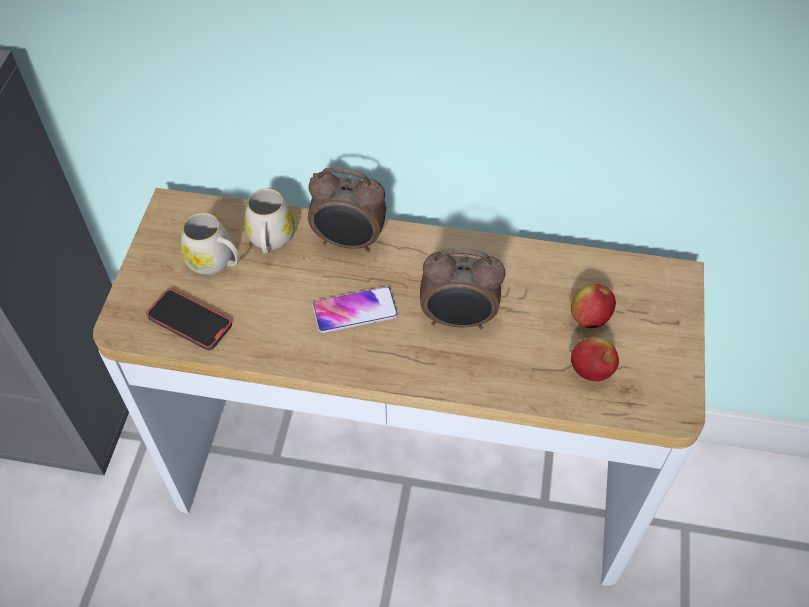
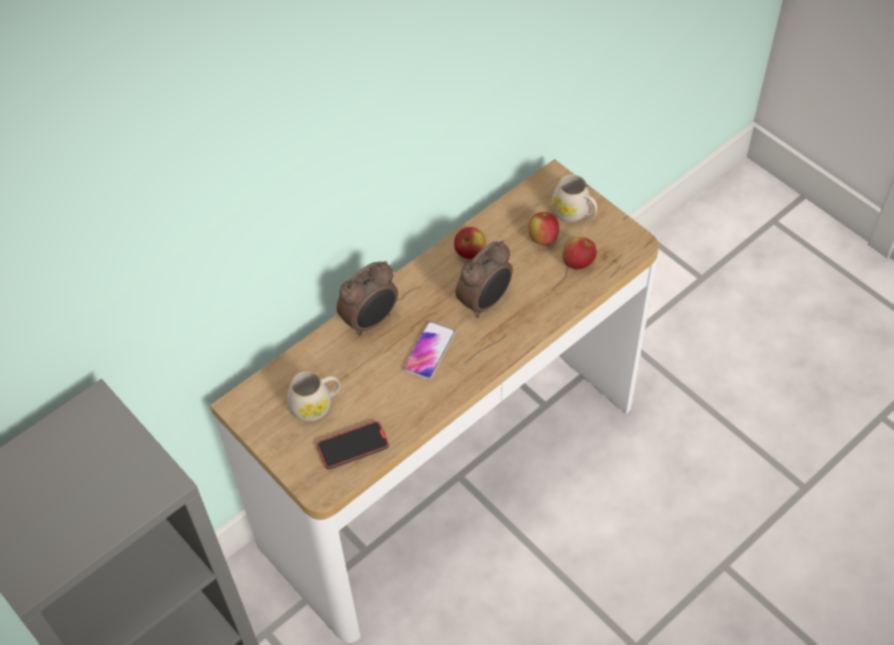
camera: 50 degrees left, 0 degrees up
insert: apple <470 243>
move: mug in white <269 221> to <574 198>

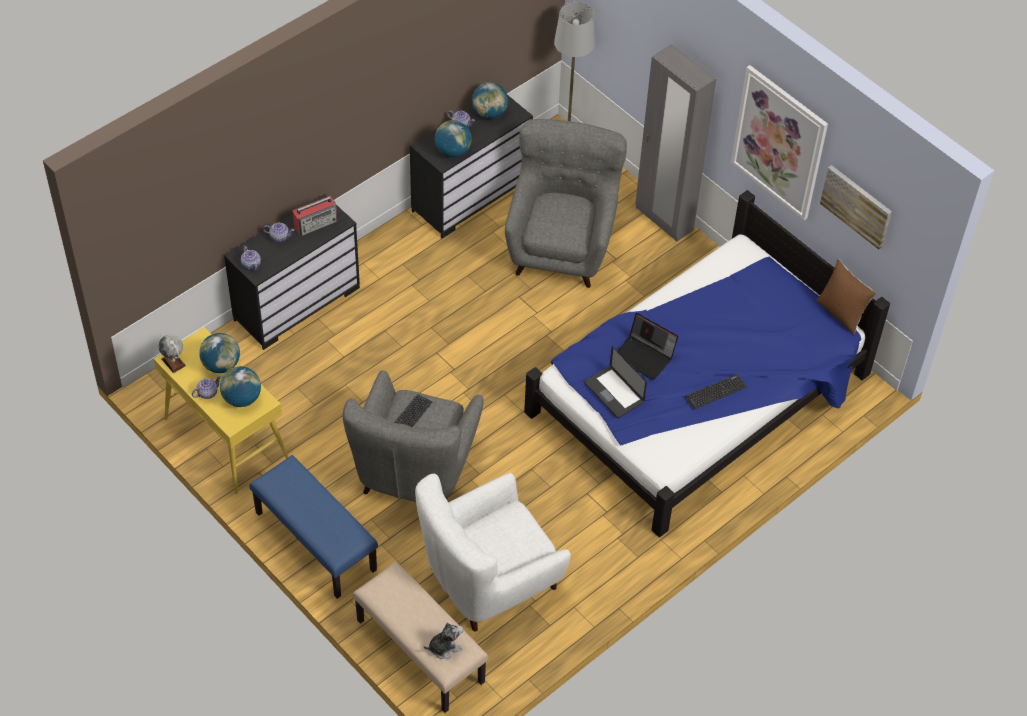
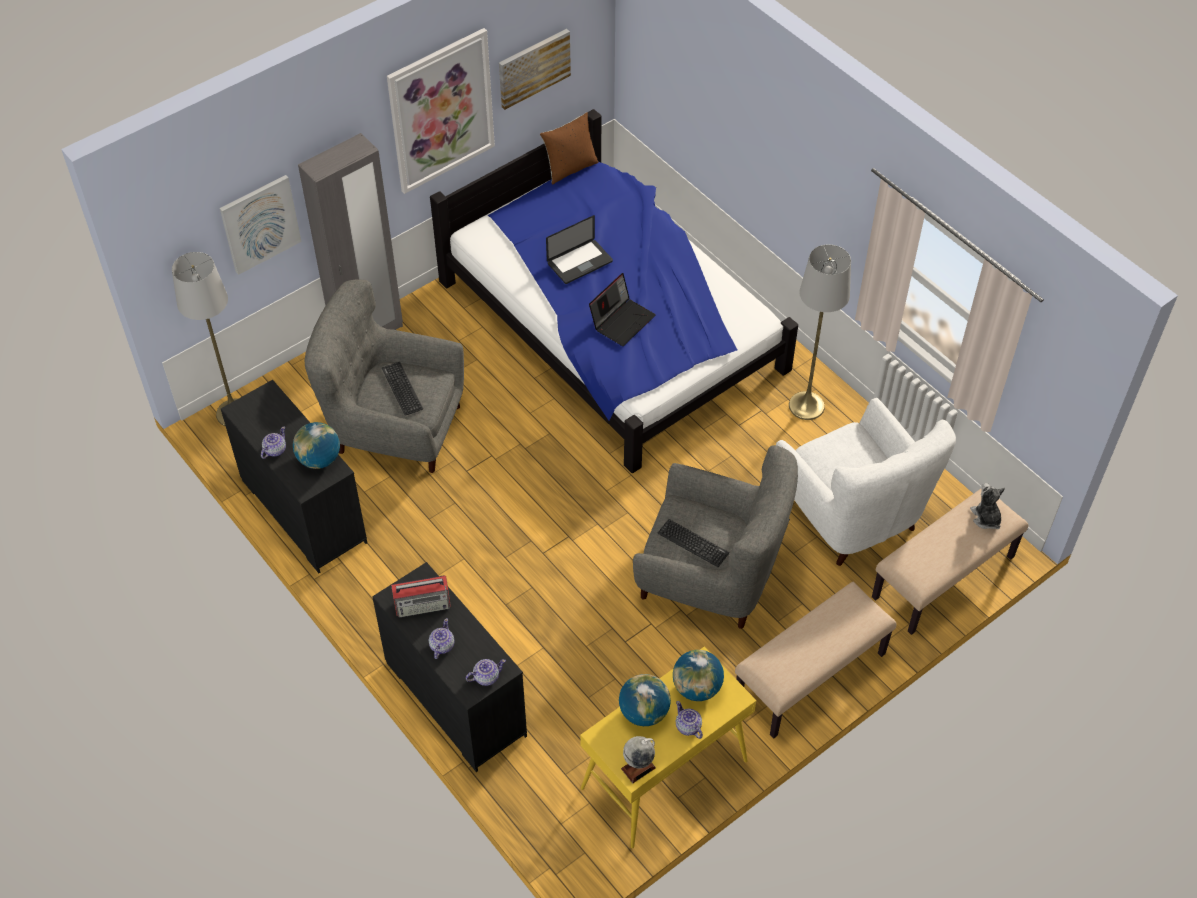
camera: 85 degrees left, 0 degrees up
delete: globe <490 100>
insert: picture <260 225>; floor lamp in grey <820 332>
move: keyboard <716 392> to <402 389>; laptop <616 382> to <579 249>
recolor: bench in blue <313 527> to bench in beige <816 660>
rotate: radio <314 216> = <421 597> 105 degrees clockwise

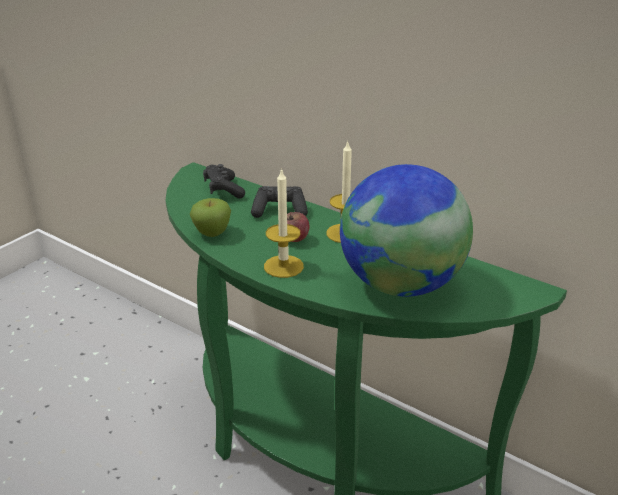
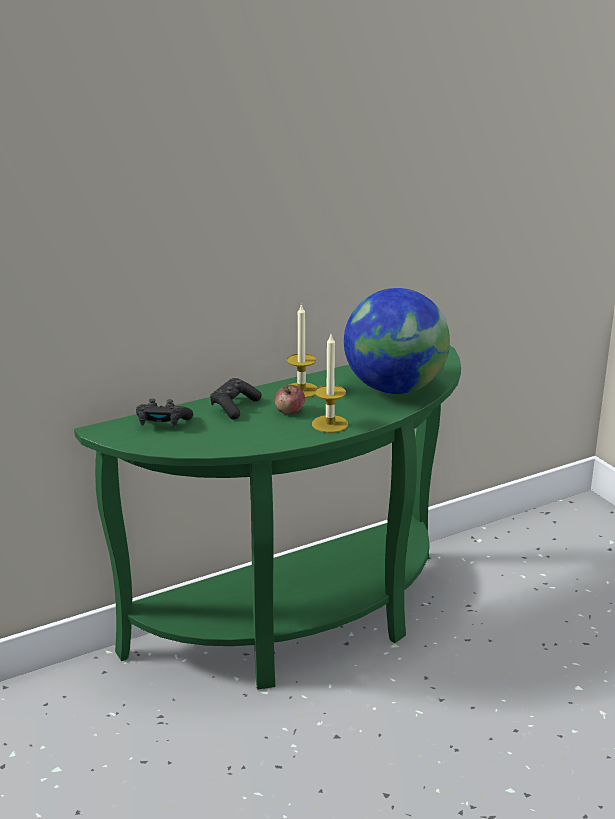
camera: 65 degrees left, 5 degrees down
delete: apple <210 217>

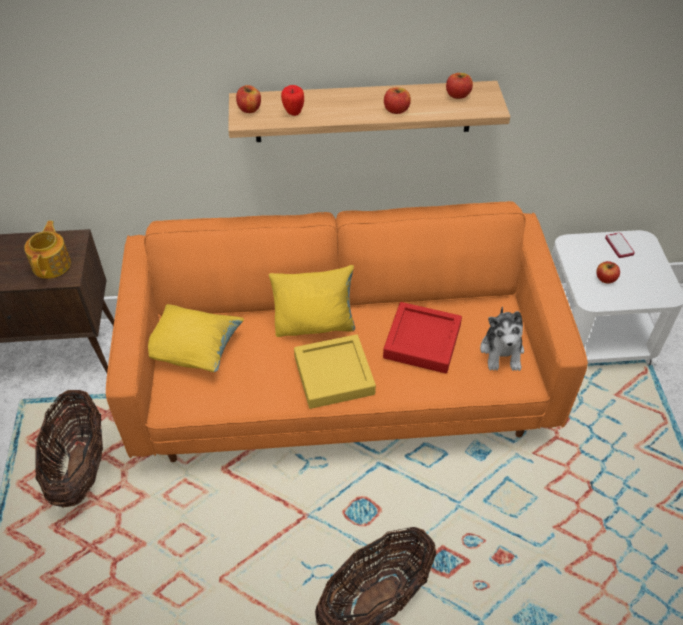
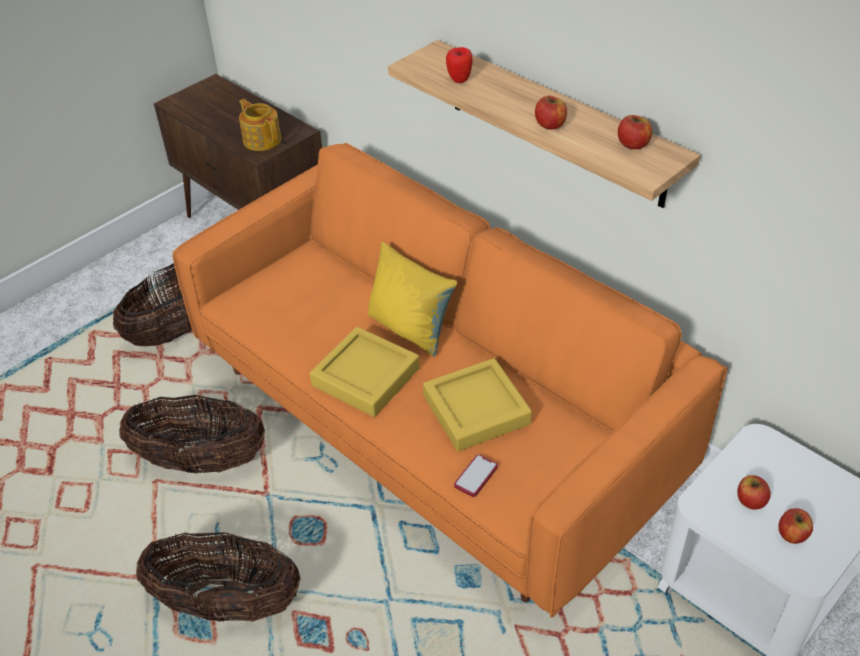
camera: 50 degrees right, 5 degrees down
delete: pillow in yellow <196 338>; plush toy <502 338>
insert: basket <192 433>
move: phone <620 245> to <476 475>; apple <248 99> to <795 526>
recolor: tray in red <422 338> to tray in yellow <477 404>
rotate: teapot <47 250> = <260 125> 90 degrees counterclockwise

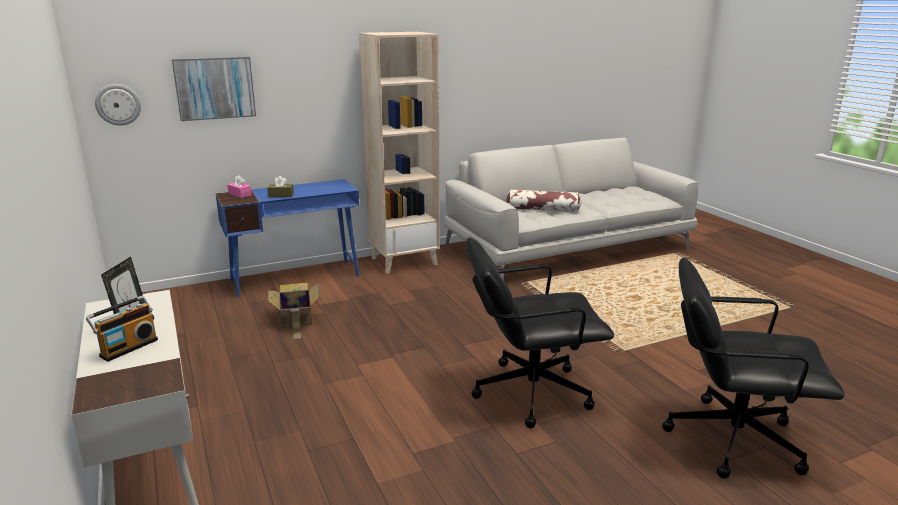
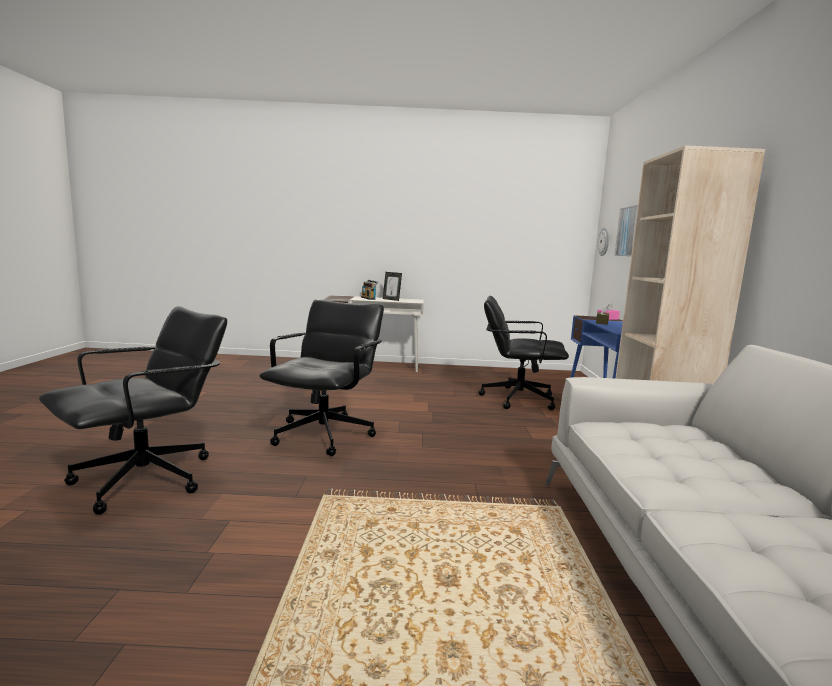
camera: 115 degrees right, 10 degrees down
delete: pillow <544 200>
replace: cardboard box <294 311> to office chair in black <523 353>

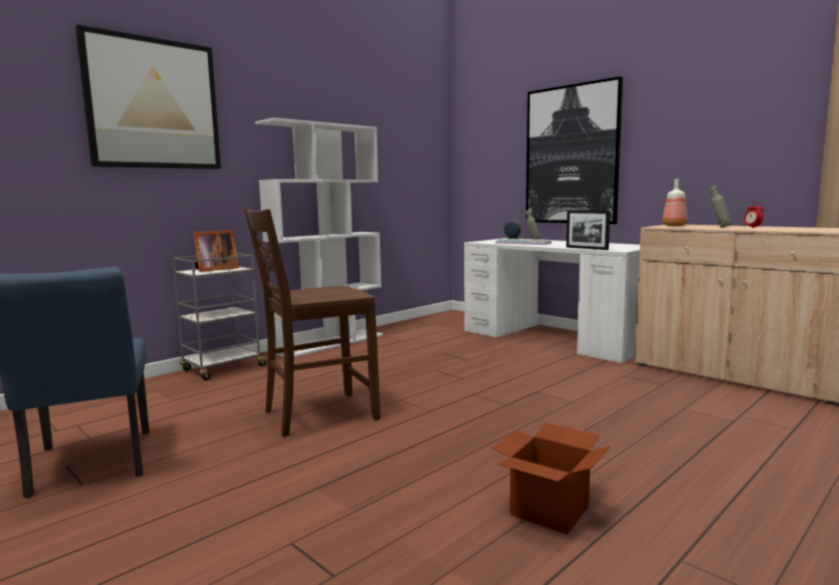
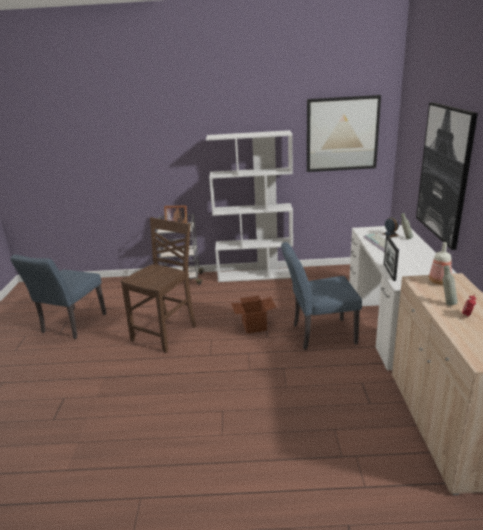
camera: 45 degrees right, 15 degrees up
insert: chair in blue <321 296>
move: cardboard box <550 478> to <253 315>; picture <148 97> to <344 133>
rotate: chair in brown <312 322> = <158 285> 105 degrees clockwise

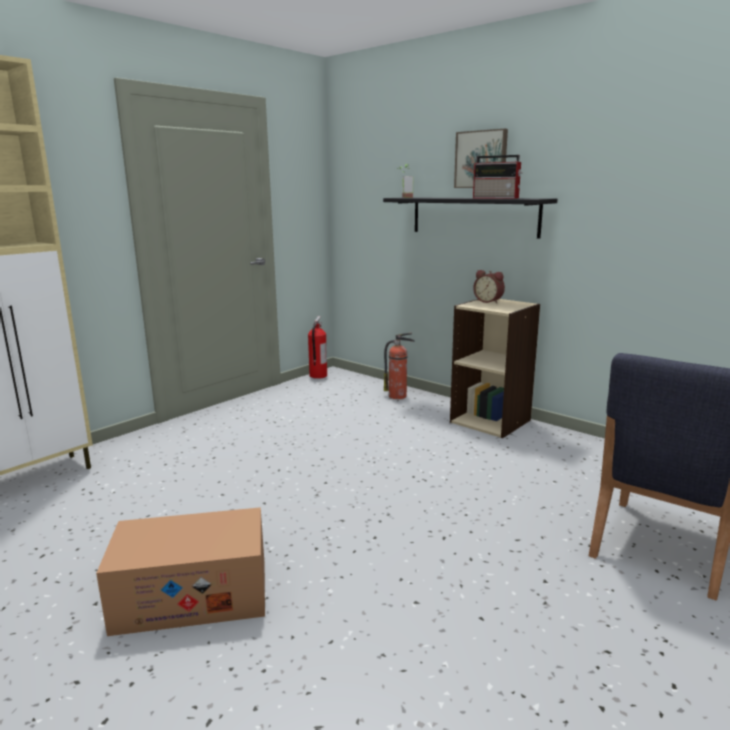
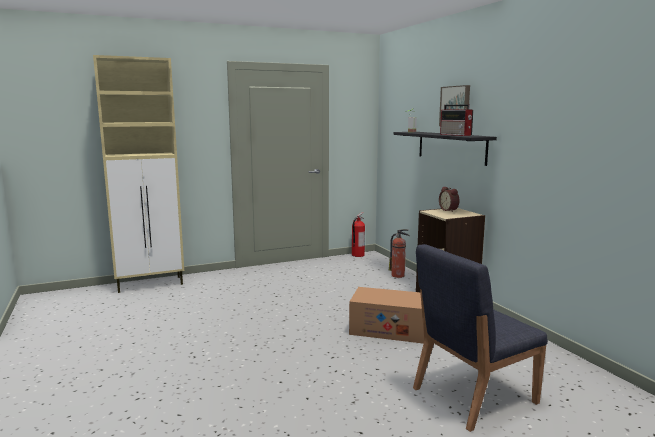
camera: 25 degrees right, 5 degrees down
move: cardboard box <180 571> to <386 315>

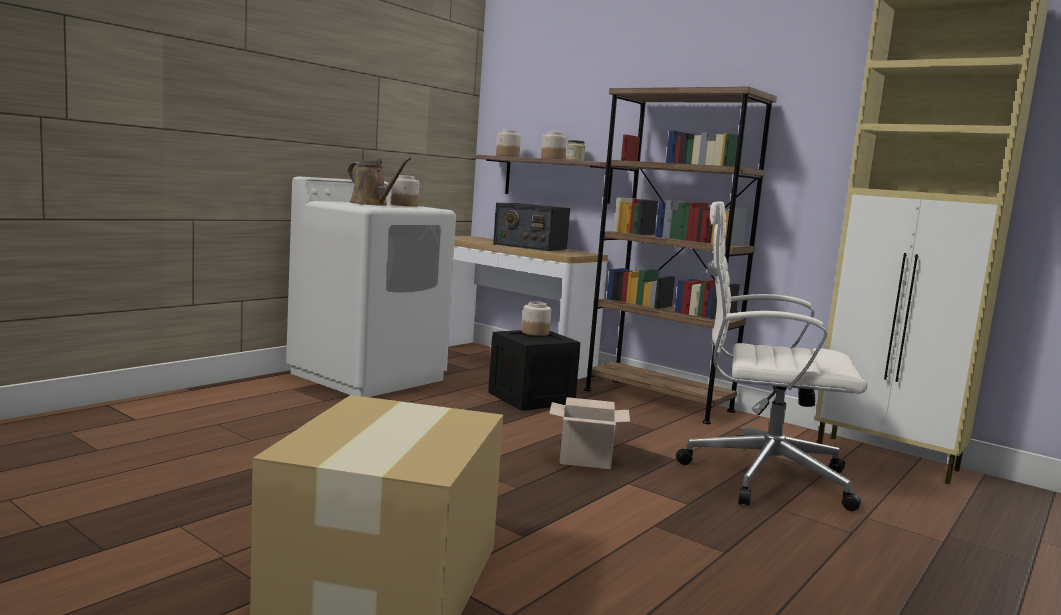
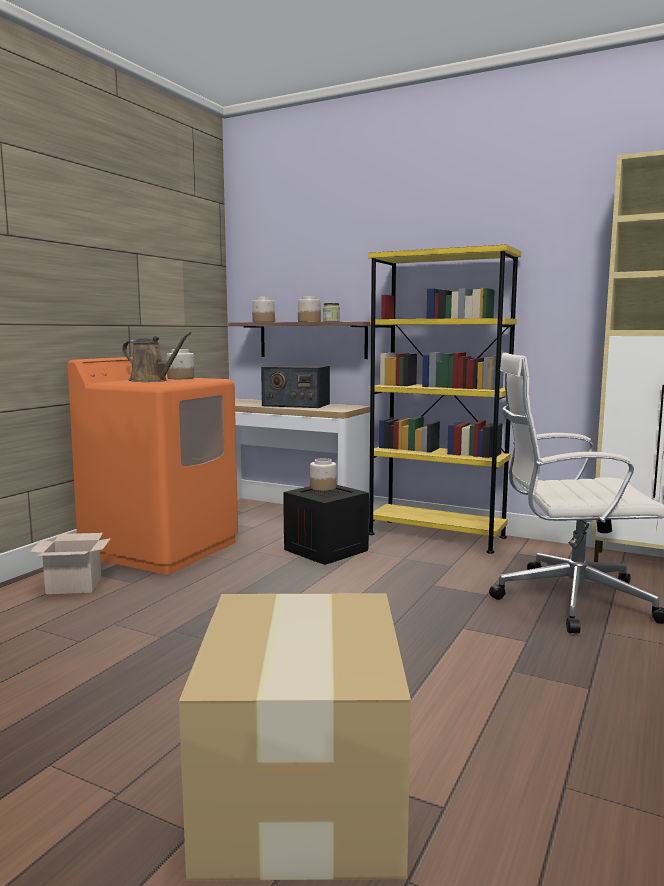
camera: 10 degrees left, 0 degrees up
move: cardboard box <589 433> to <70 563>
recolor: washing machine in white <371 286> to washing machine in orange <152 466>; bookcase in brown <680 255> to bookcase in yellow <444 399>

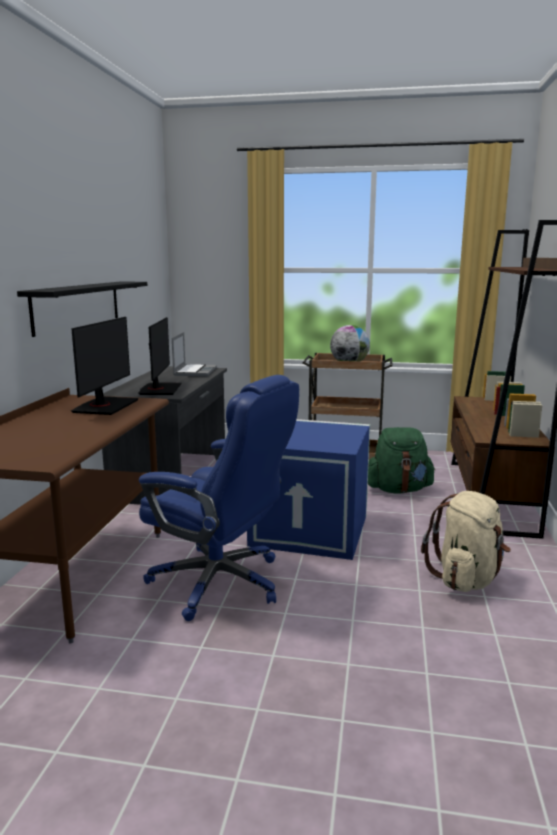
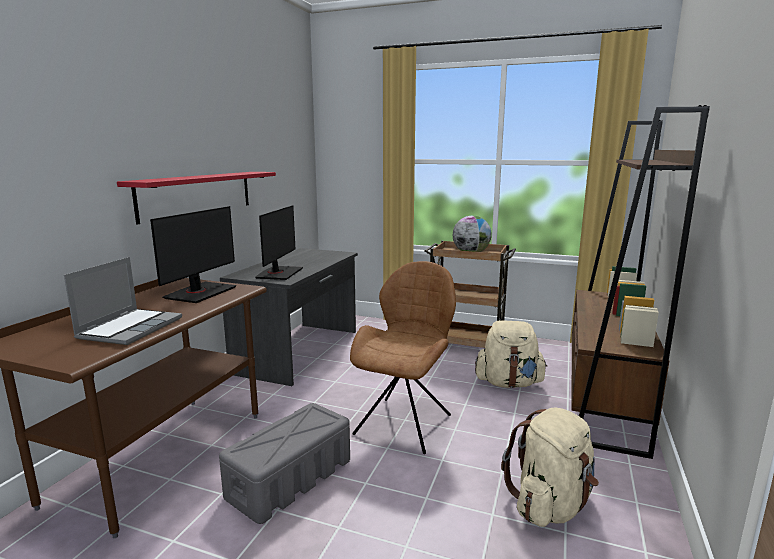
camera: 10 degrees right, 0 degrees up
move: laptop <194 354> to <123 301>
replace: office chair in blue <219 498> to storage box in grey <284 463>; storage box in blue <308 489> to chair in brown <403 357>
recolor: shelf in black <82 309> to shelf in red <196 198>; backpack in green <402 460> to backpack in beige <511 354>

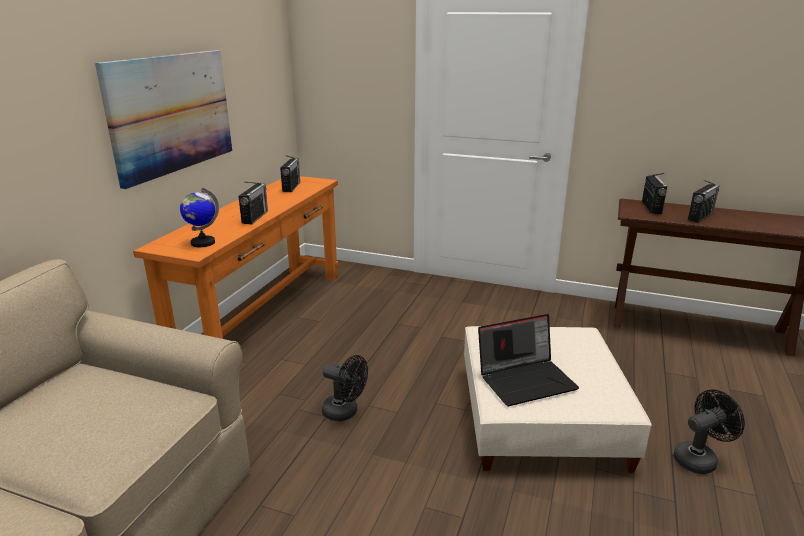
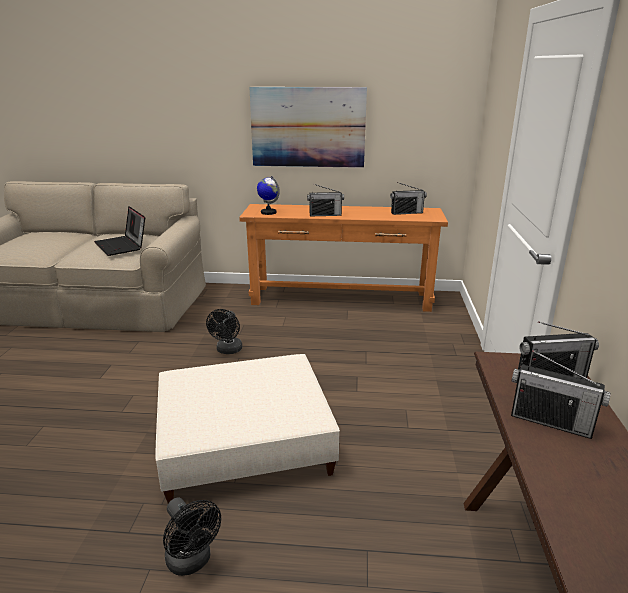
camera: 75 degrees right, 0 degrees up
move: laptop <528 360> to <119 231>

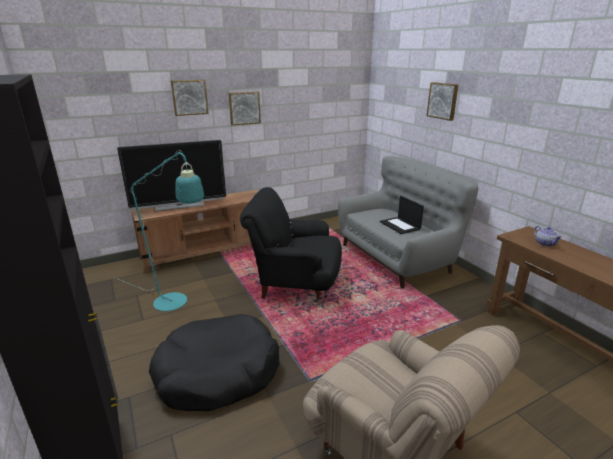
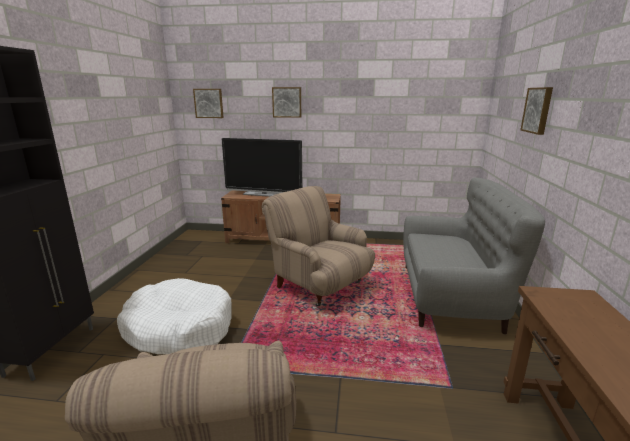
camera: 35 degrees right, 5 degrees down
delete: floor lamp in turquoise <159 230>; laptop <402 215>; teapot <548 236>
move: picture <245 109> to <208 103>
recolor: dog bed in black <214 362> to dog bed in white <174 316>; armchair in black <291 244> to armchair in beige <318 246>

